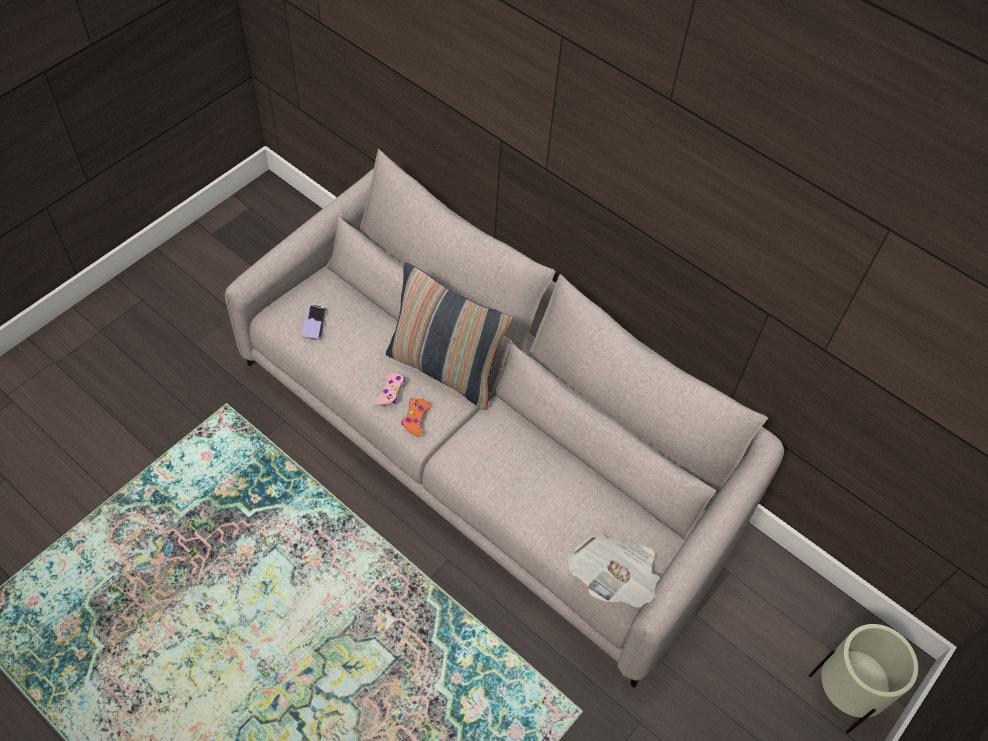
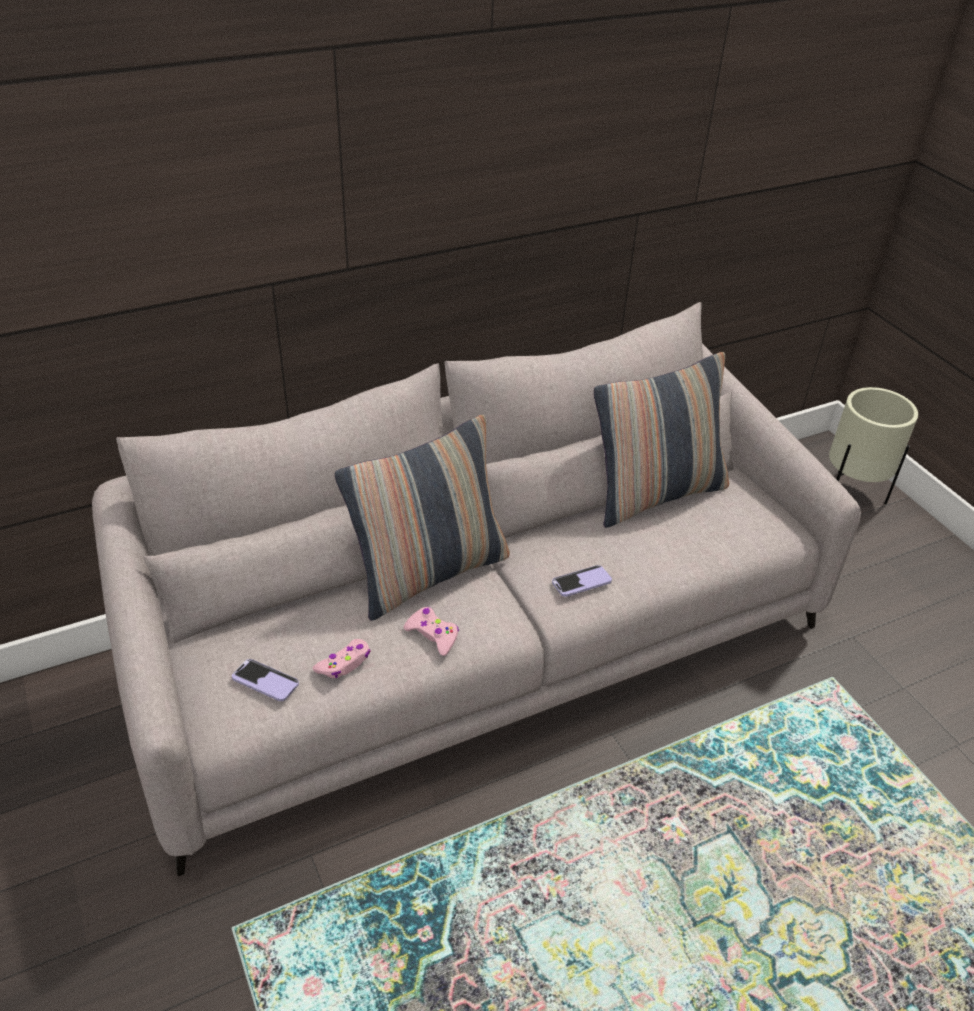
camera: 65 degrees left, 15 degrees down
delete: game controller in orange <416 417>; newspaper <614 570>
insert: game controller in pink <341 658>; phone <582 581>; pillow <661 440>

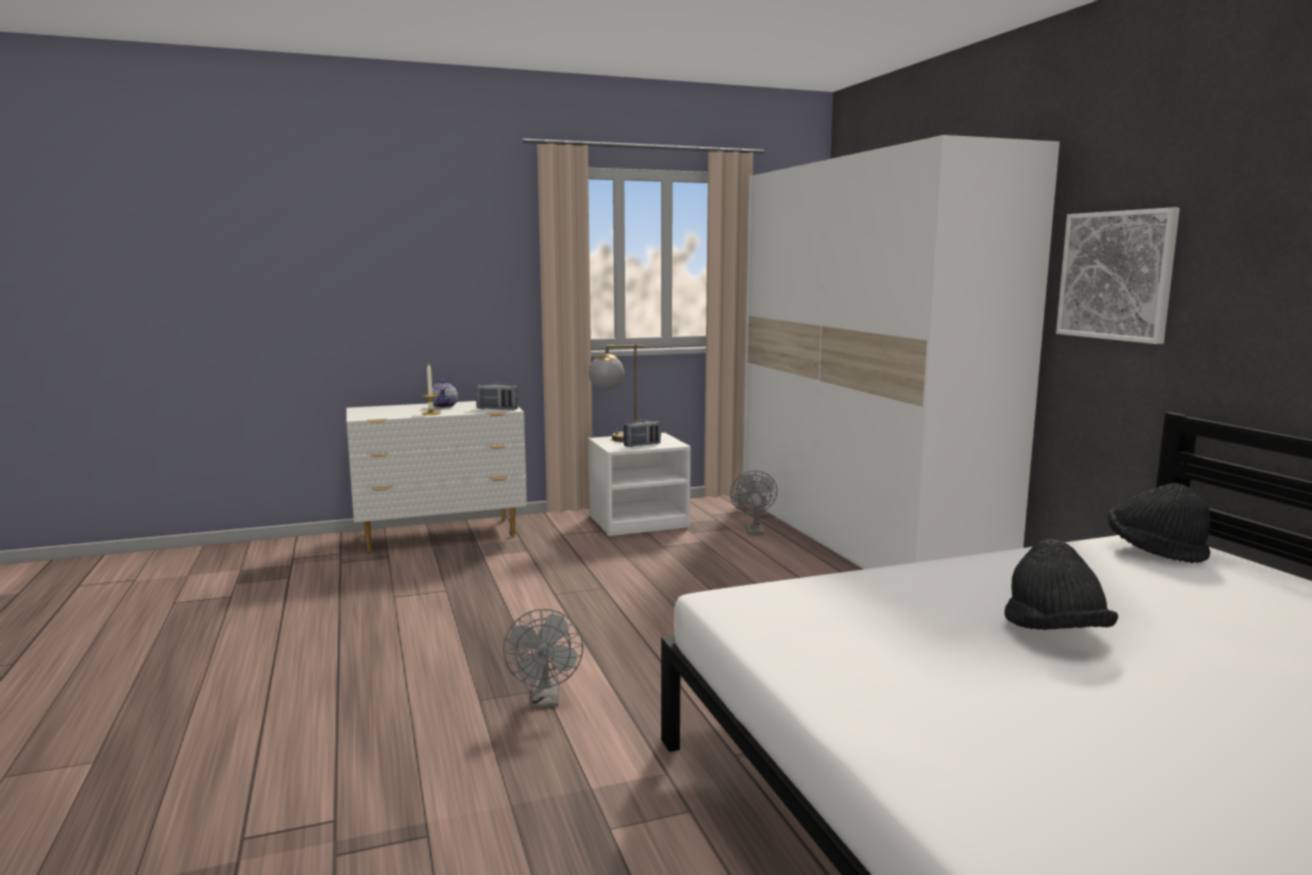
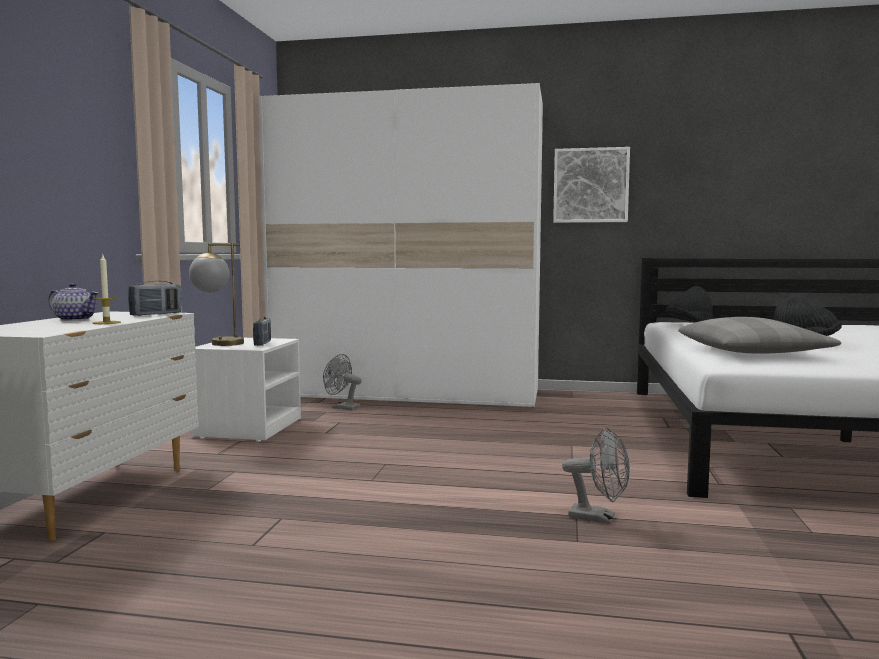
camera: 60 degrees left, 5 degrees down
insert: pillow in grey <759 335>

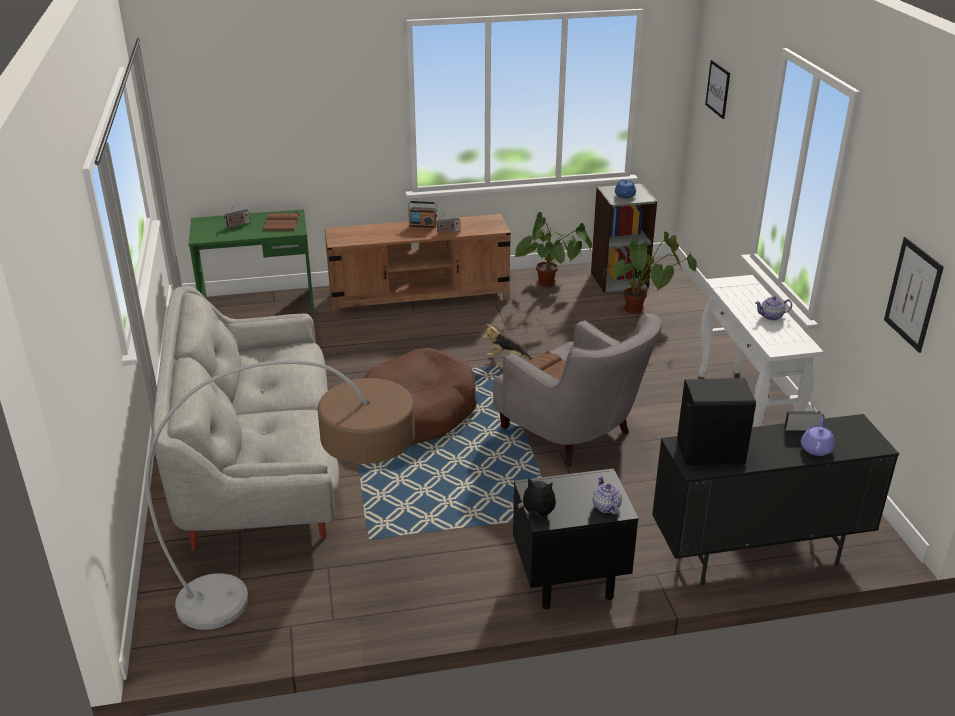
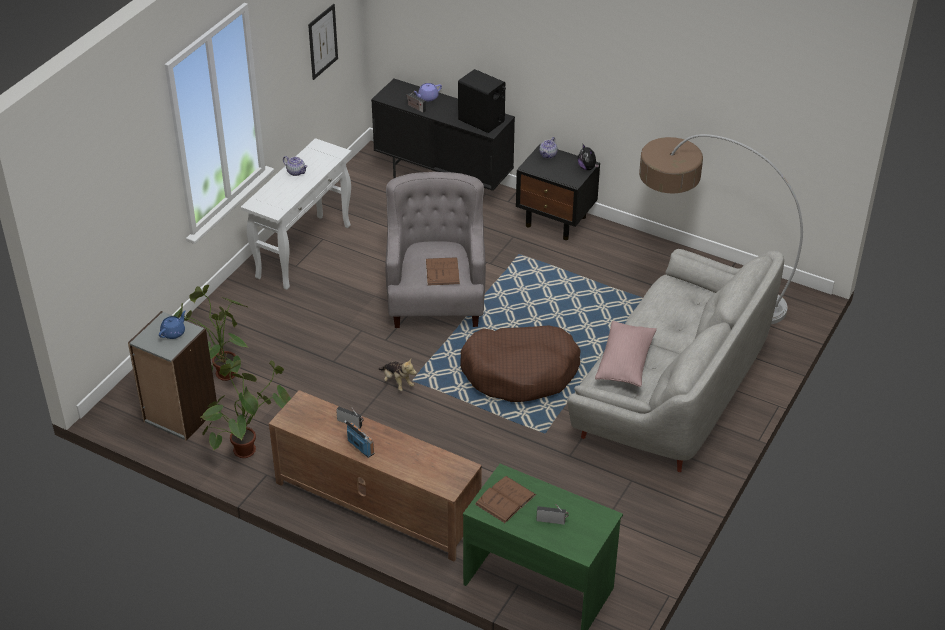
camera: 140 degrees left, 10 degrees up
delete: picture <717 89>
insert: pillow in pink <626 354>

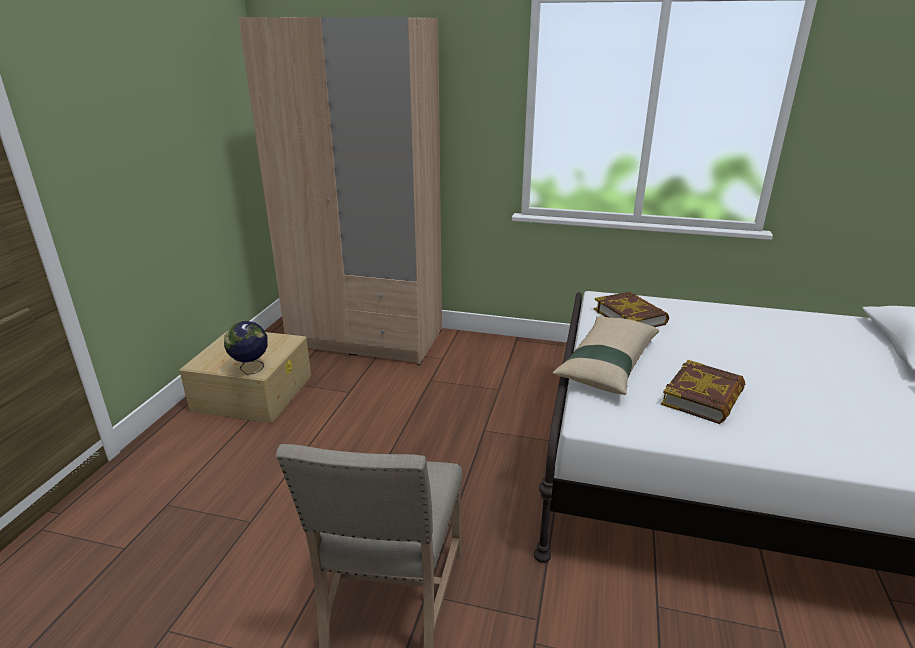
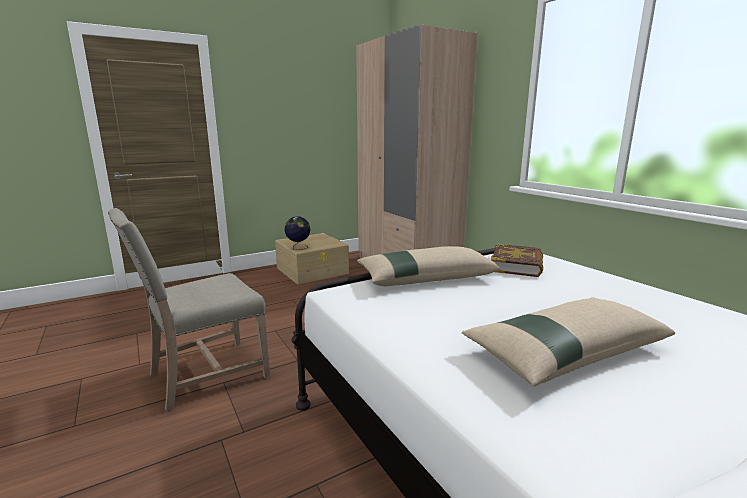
camera: 45 degrees right, 10 degrees down
delete: book <703 392>
insert: pillow in beige <568 342>

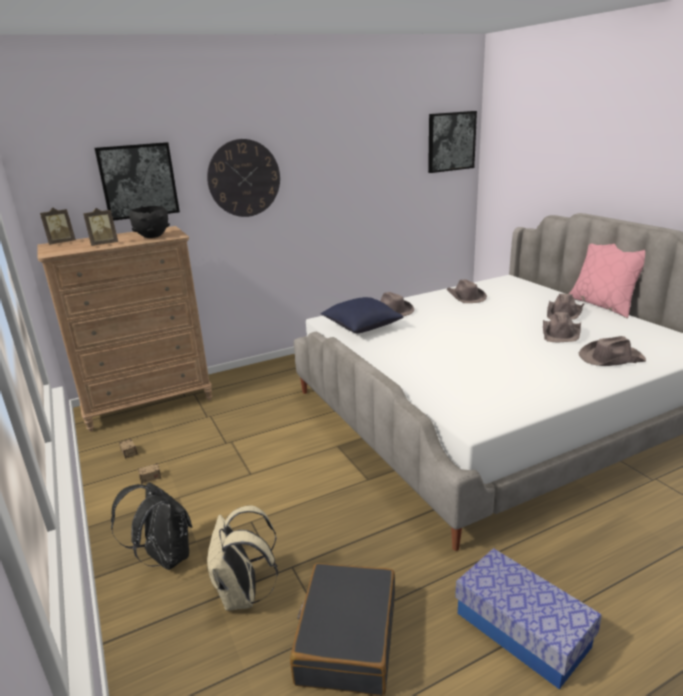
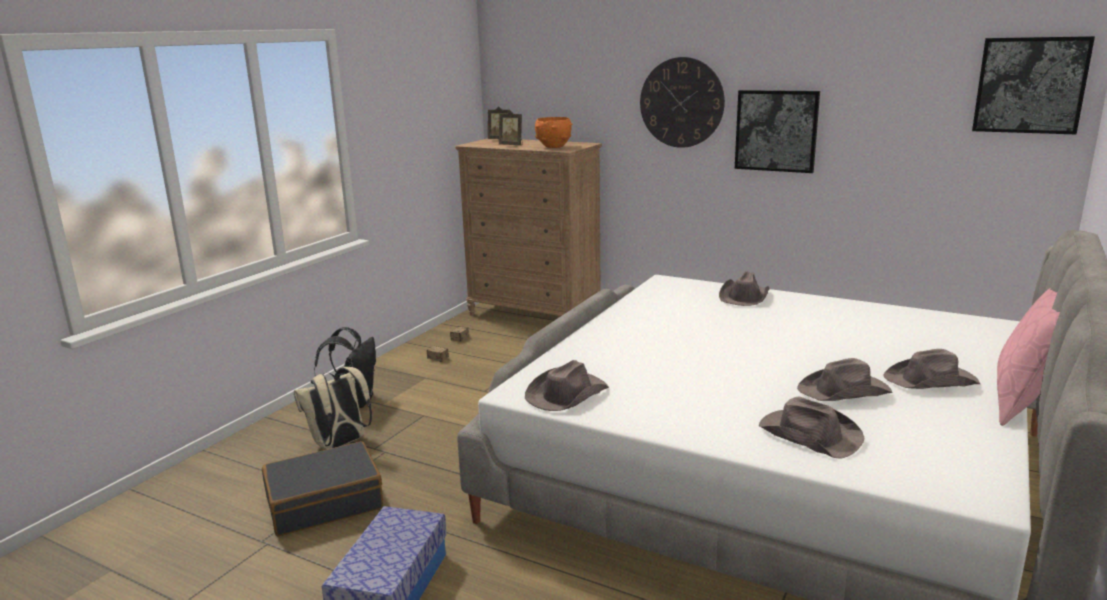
camera: 55 degrees right, 5 degrees down
delete: pillow in blue <362 315>
move: hat in brown <467 291> to <567 385>; picture <137 181> to <777 131>
recolor: bowl in black <149 222> to bowl in orange <553 132>

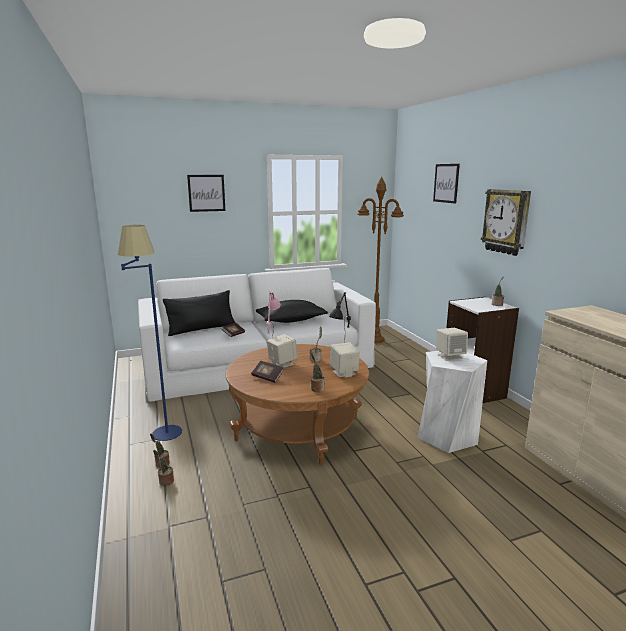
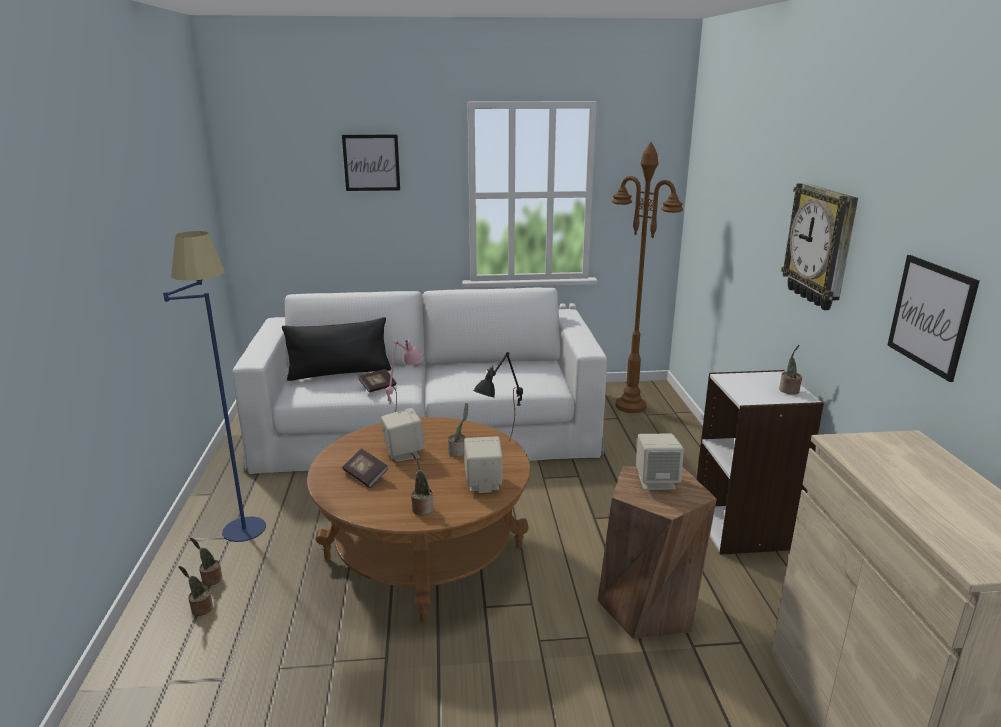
camera: 15 degrees right, 5 degrees up
delete: pillow in black <292 311>
move: picture <446 184> to <933 318>
recolor: stool in white <452 402> to stool in brown <657 552>

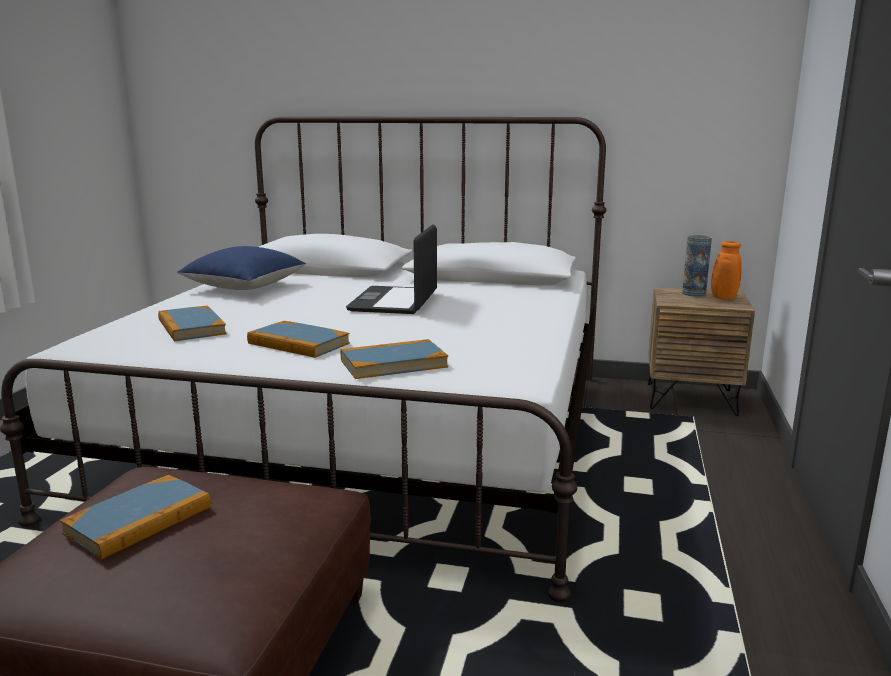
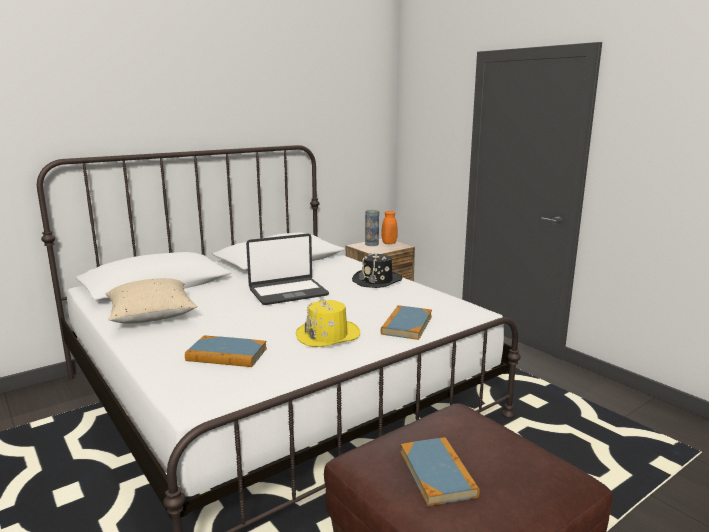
camera: 50 degrees left, 0 degrees up
insert: hat in black <377 270>
replace: book <298 339> to hat in yellow <328 323>
recolor: pillow in blue <241 268> to pillow in beige <151 300>
rotate: laptop <391 269> = <287 269> 75 degrees counterclockwise

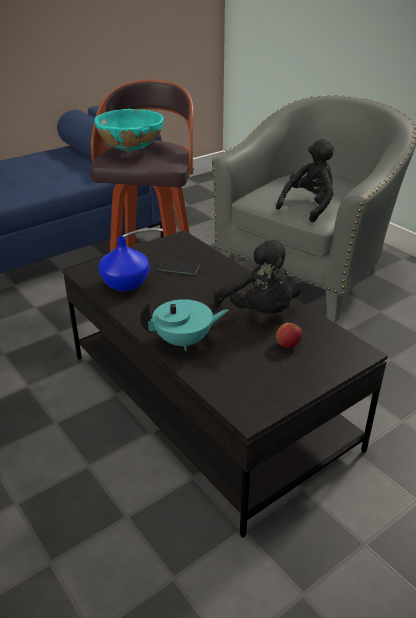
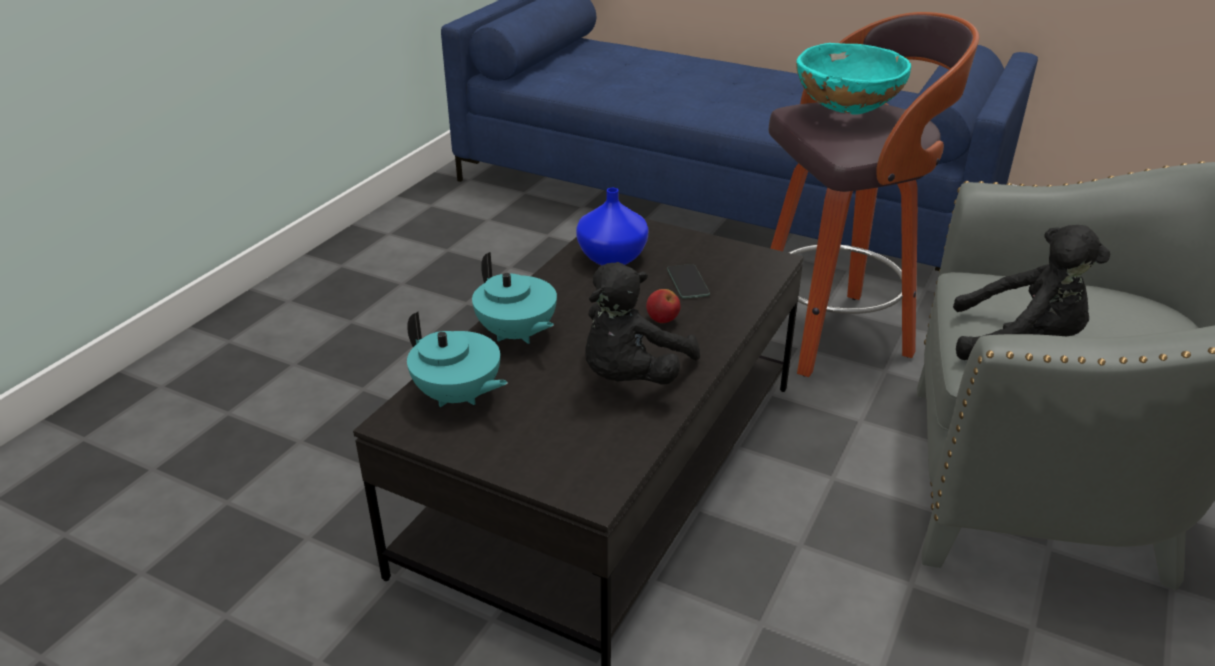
camera: 65 degrees right, 0 degrees up
insert: teapot in turquoise <457 359>
move: apple <289 335> to <663 306>

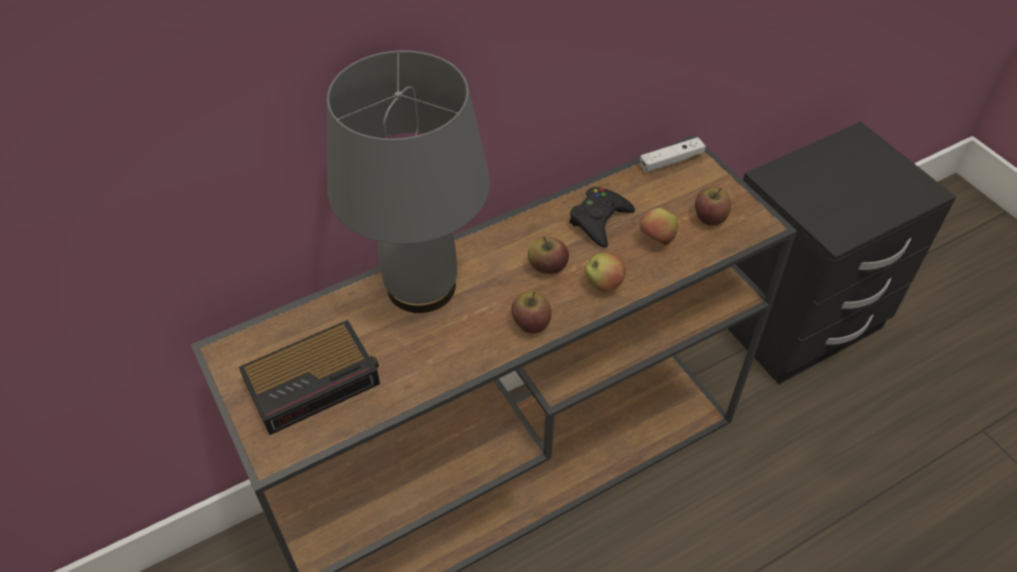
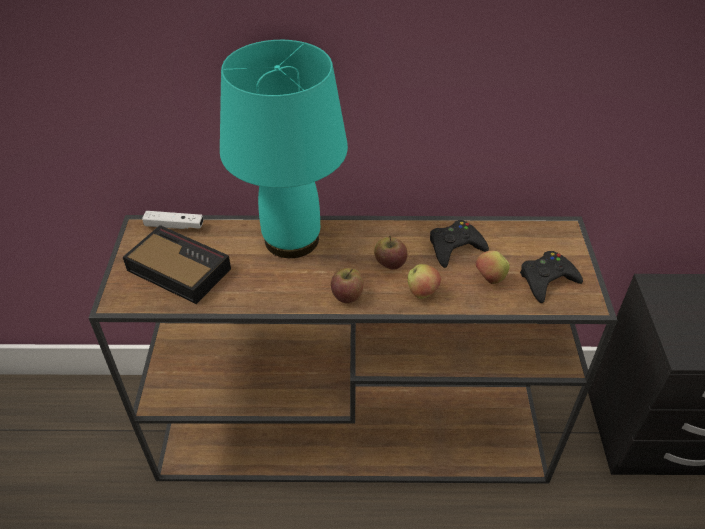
camera: 30 degrees right, 5 degrees down
move: game controller in white <673 154> to <172 220>
replace: apple <713 206> to game controller in black <551 277>
recolor: table lamp in grey <408 181> to table lamp in turquoise <284 149>
rotate: alarm clock <309 377> = <177 264> 150 degrees counterclockwise

